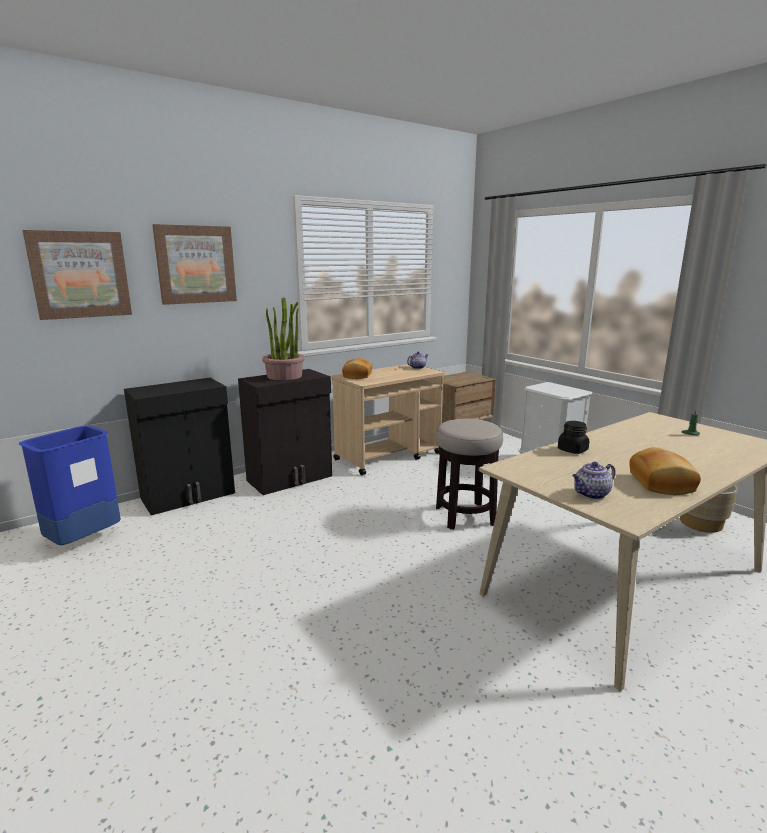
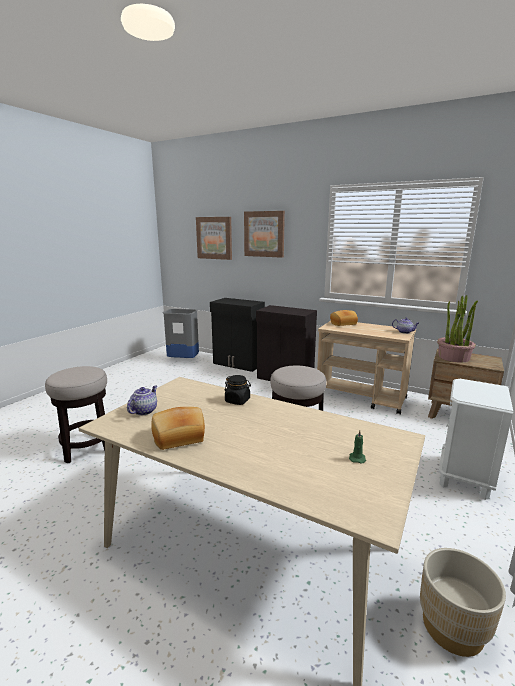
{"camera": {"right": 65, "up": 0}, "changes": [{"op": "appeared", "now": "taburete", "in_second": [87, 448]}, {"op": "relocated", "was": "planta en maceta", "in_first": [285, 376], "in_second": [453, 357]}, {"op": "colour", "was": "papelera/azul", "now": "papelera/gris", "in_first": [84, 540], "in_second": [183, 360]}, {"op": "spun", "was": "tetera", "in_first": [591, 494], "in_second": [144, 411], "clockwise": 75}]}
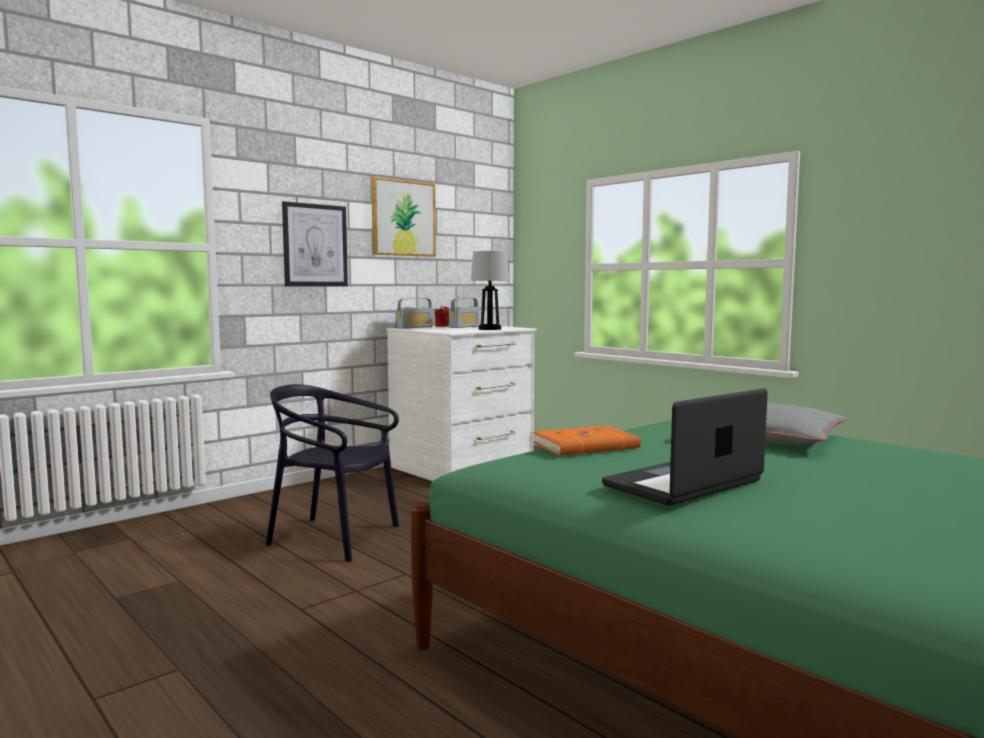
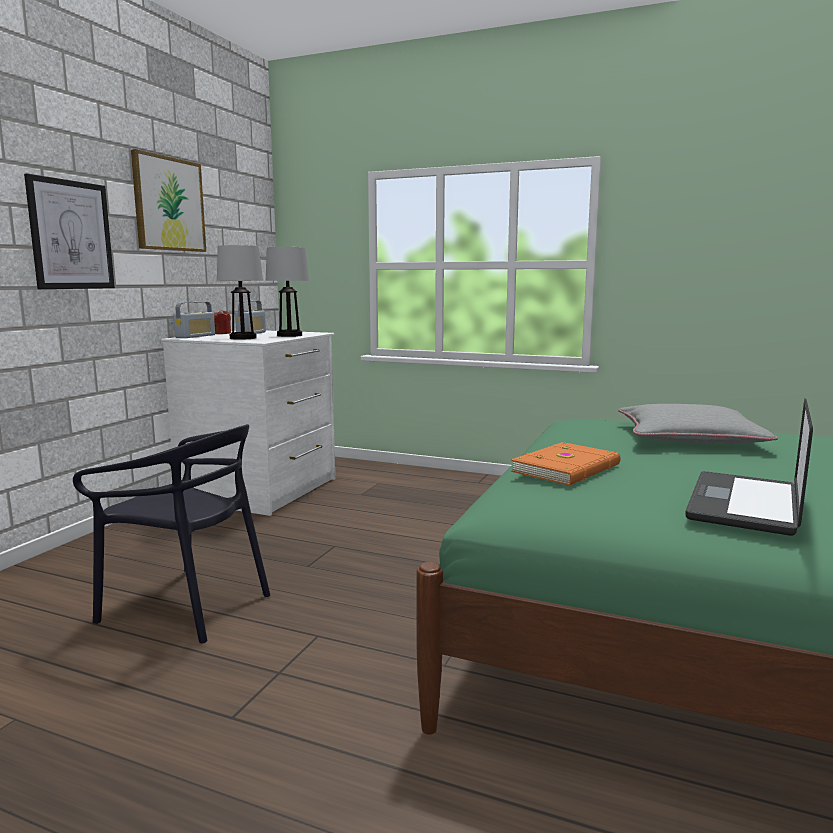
{"camera": {"right": -25, "up": 5}, "changes": [{"op": "appeared", "now": "lámpara de mesa", "in_second": [243, 338]}, {"op": "spun", "was": "silla/negro", "in_first": [334, 537], "in_second": [187, 605], "clockwise": -150}]}
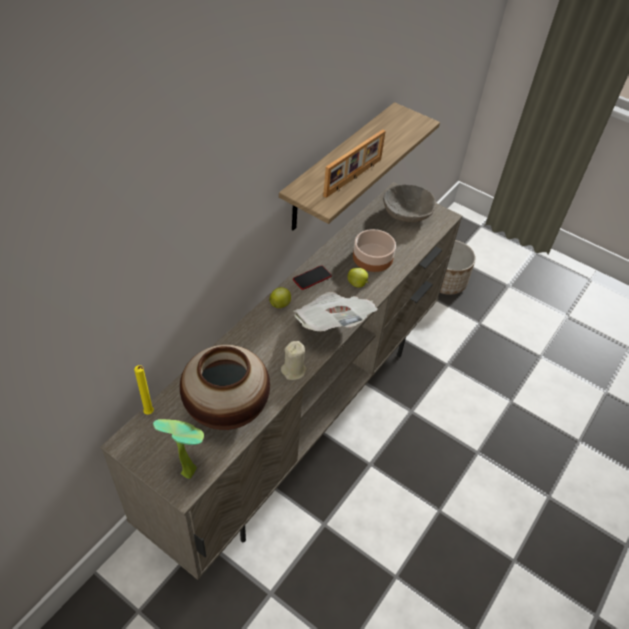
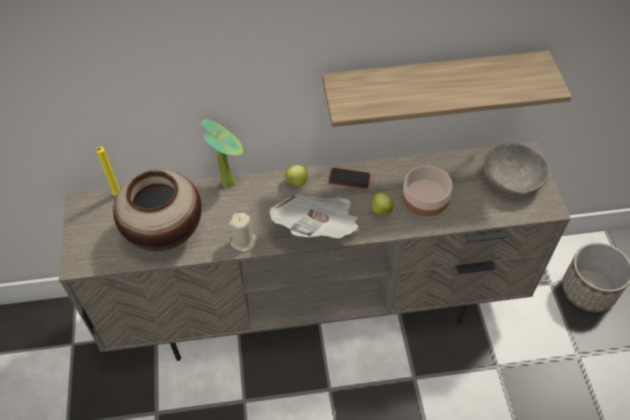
{"camera": {"right": 50, "up": 5}, "changes": [{"op": "missing", "was": "portarretratos", "in_first": [354, 178]}, {"op": "relocated", "was": "planta en maceta", "in_first": [188, 468], "in_second": [230, 180]}]}
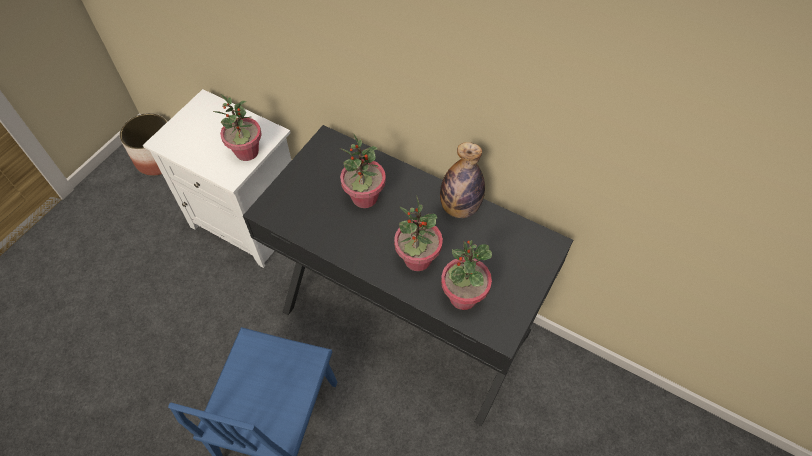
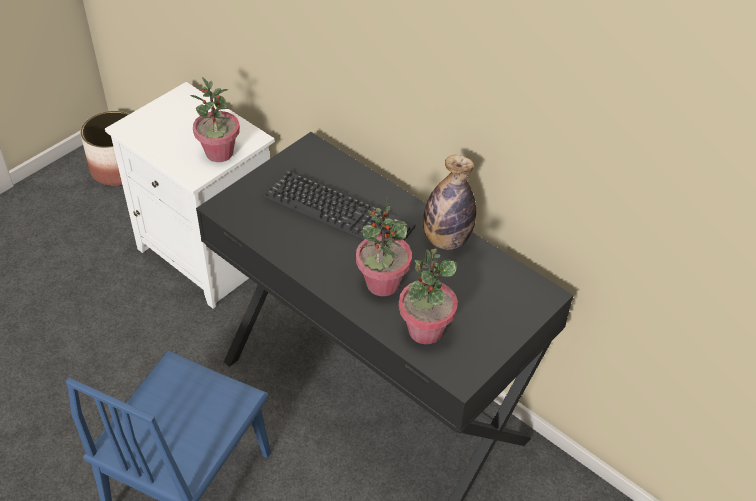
{"camera": {"right": 10, "up": -10}, "changes": [{"op": "exchanged", "was": "planta en maceta", "now": "teclado", "in_first": [364, 198], "in_second": [338, 212]}]}
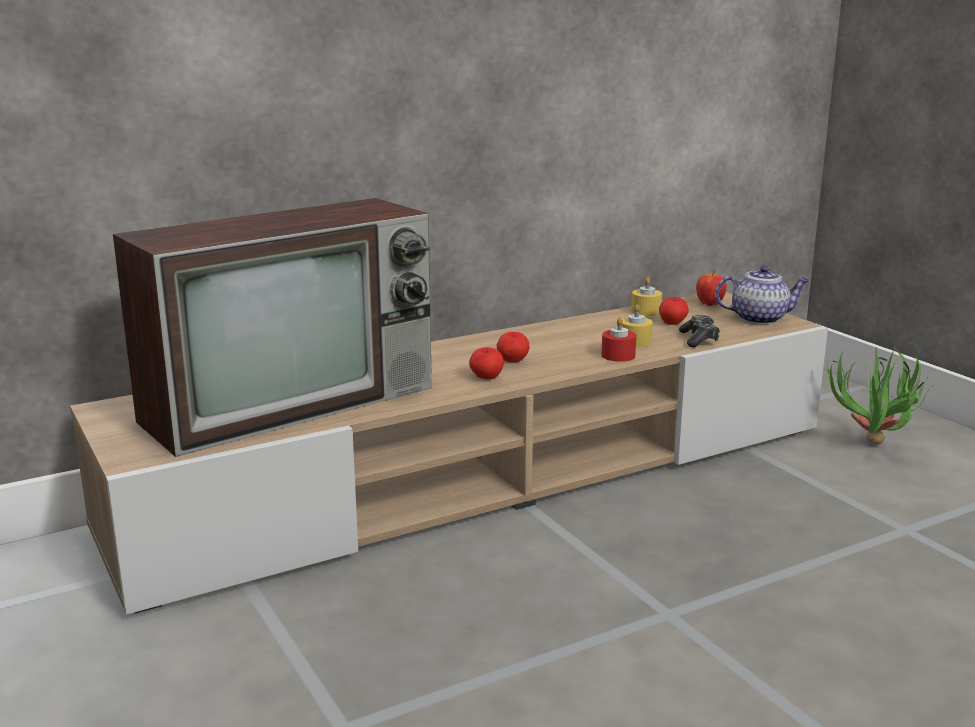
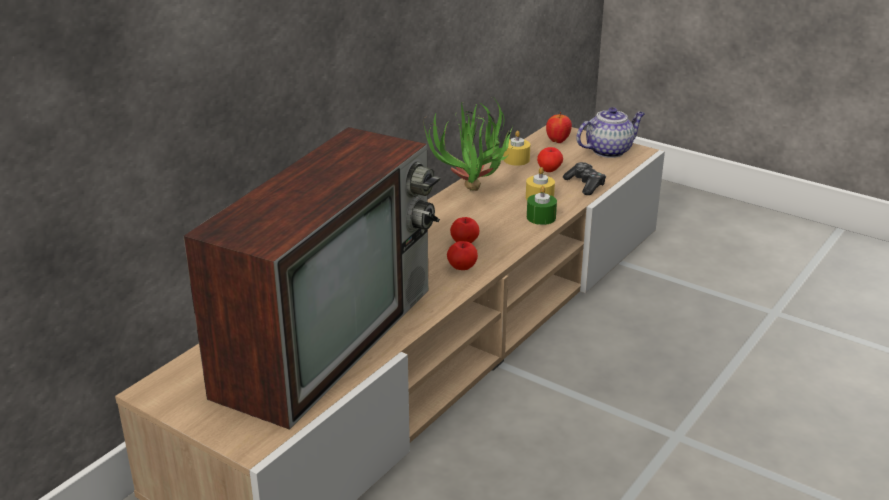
{"camera": {"right": -25, "up": 10}, "changes": [{"op": "relocated", "was": "planta en maceta", "in_first": [872, 449], "in_second": [472, 195]}, {"op": "colour", "was": "vela/rojo", "now": "vela/verde", "in_first": [618, 355], "in_second": [541, 217]}]}
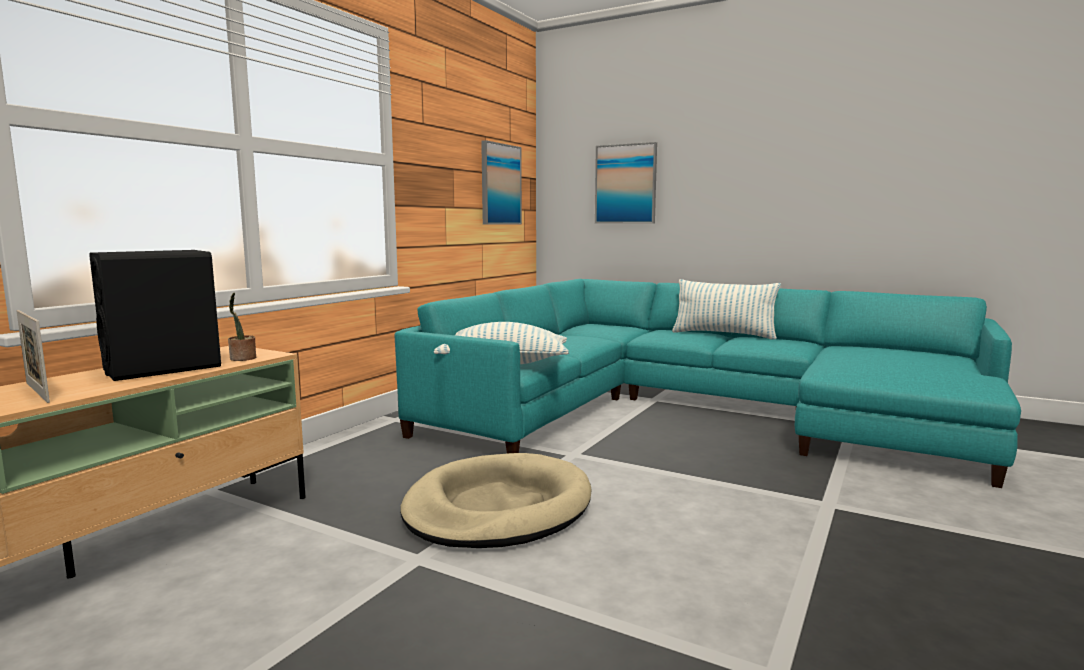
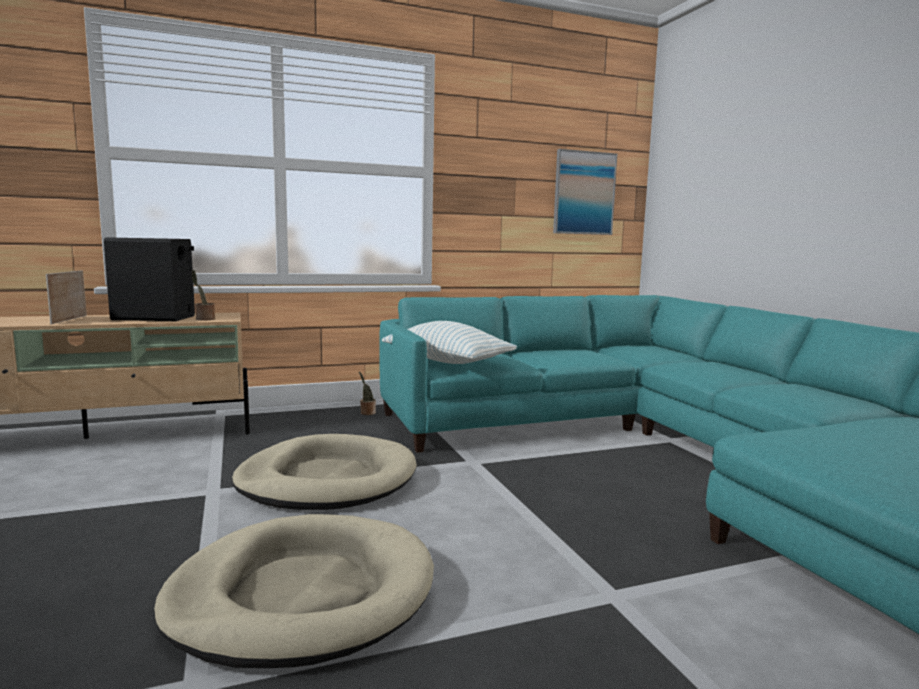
{"camera": {"right": 40, "up": 0}, "changes": [{"op": "missing", "was": "cuadro", "in_first": [626, 184]}, {"op": "missing", "was": "cojín", "in_first": [723, 335]}, {"op": "appeared", "now": "cama para perro/beis", "in_second": [302, 595]}, {"op": "appeared", "now": "planta en maceta", "in_second": [367, 412]}]}
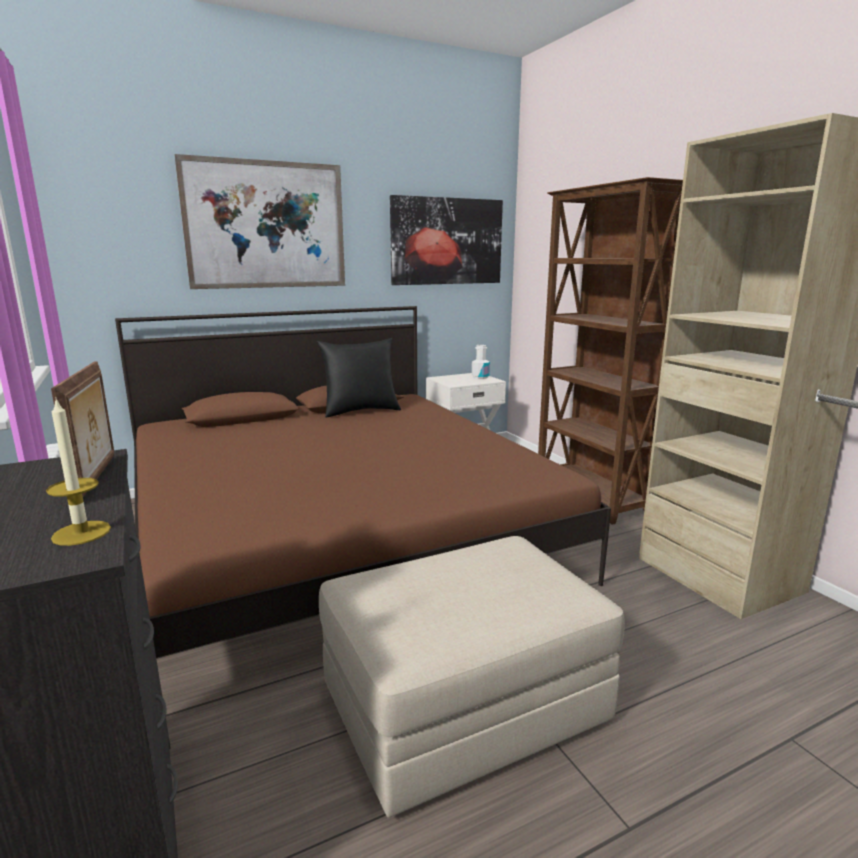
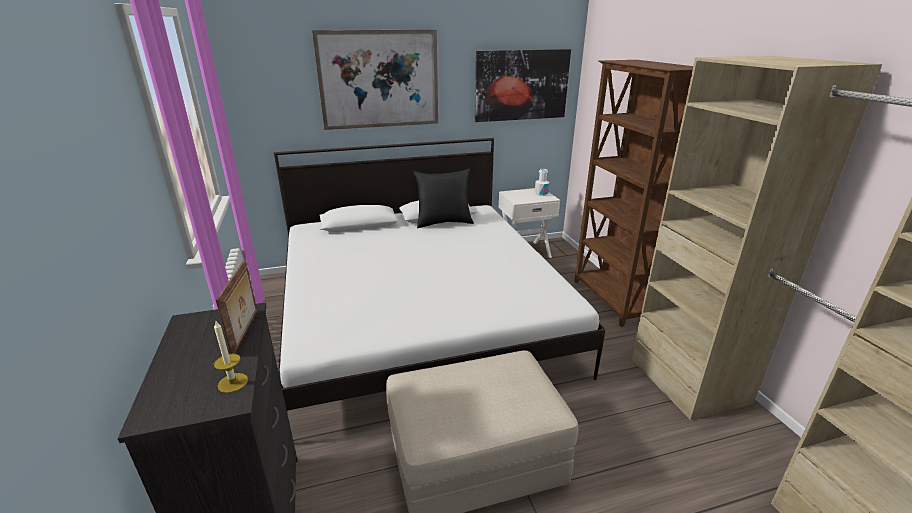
{"camera": {"right": 10, "up": 10}, "changes": [{"op": "colour", "was": "cama/marrón", "now": "cama/blanco", "in_first": [338, 535], "in_second": [420, 316]}]}
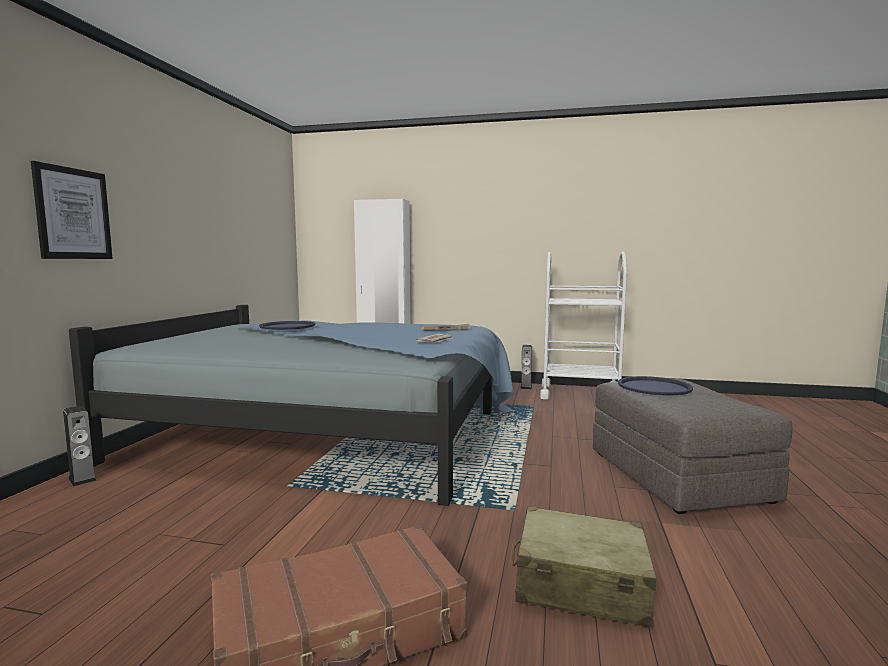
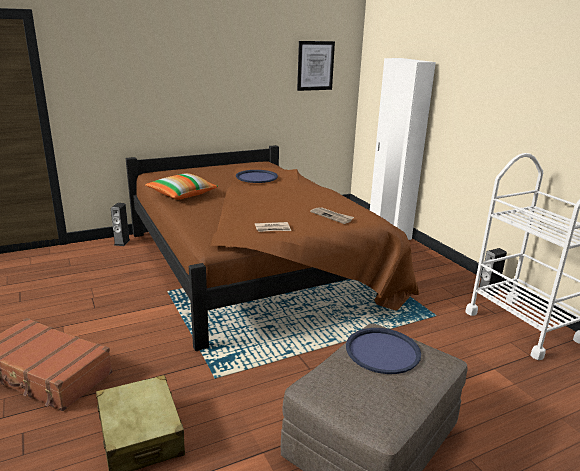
{"camera": {"right": 50, "up": 15}, "changes": [{"op": "appeared", "now": "cojín", "in_second": [182, 195]}, {"op": "relocated", "was": "cuadro", "in_first": [73, 214], "in_second": [315, 65]}, {"op": "colour", "was": "cama/azul", "now": "cama/marrón", "in_first": [332, 432], "in_second": [256, 266]}]}
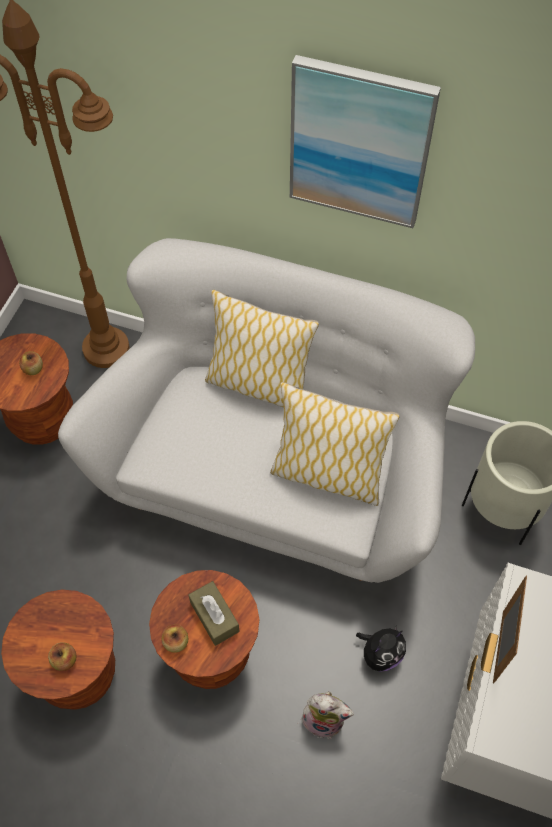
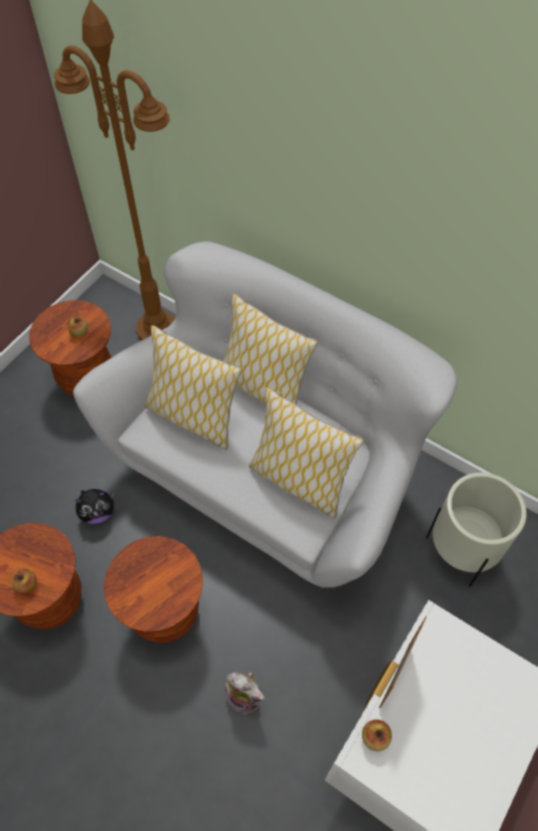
{"camera": {"right": 15, "up": 0}, "changes": [{"op": "missing", "was": "caja de pañuelos/marrón", "in_first": [214, 617]}, {"op": "missing", "was": "cuadro", "in_first": [360, 143]}, {"op": "appeared", "now": "cojín", "in_second": [193, 416]}, {"op": "relocated", "was": "manzana", "in_first": [176, 642], "in_second": [375, 737]}, {"op": "relocated", "was": "peluche", "in_first": [380, 654], "in_second": [98, 512]}]}
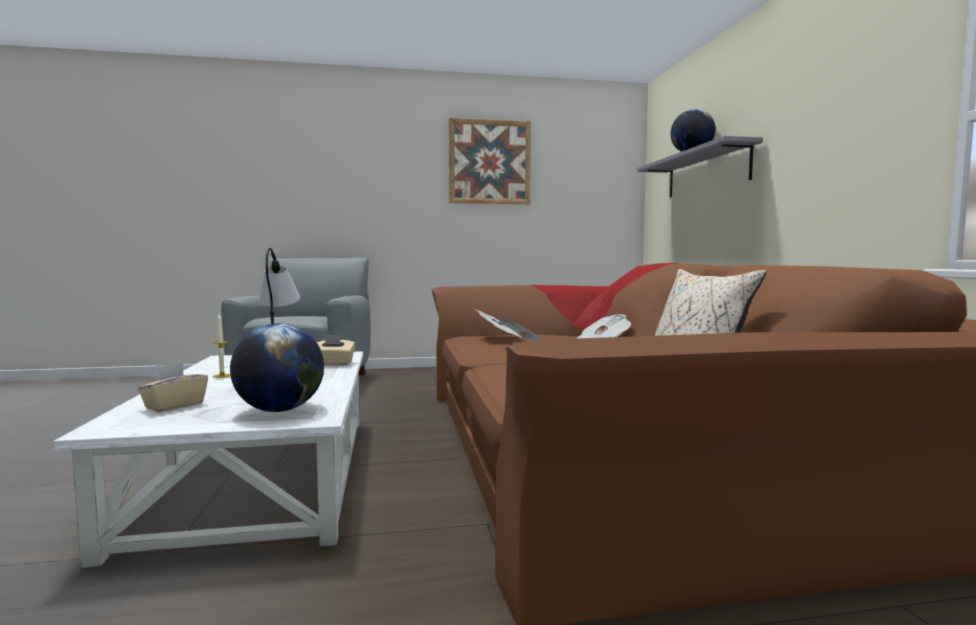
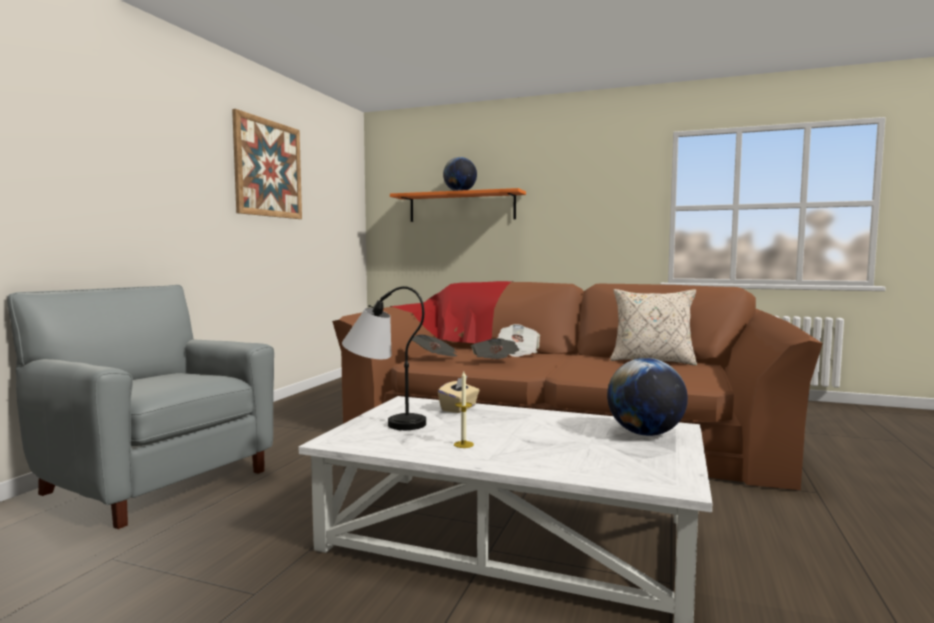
{"camera": {"right": -60, "up": 0}, "changes": [{"op": "missing", "was": "caja de pañuelos/beis", "in_first": [174, 406]}, {"op": "colour", "was": "estante/gris", "now": "estante/naranja", "in_first": [706, 172], "in_second": [461, 207]}]}
